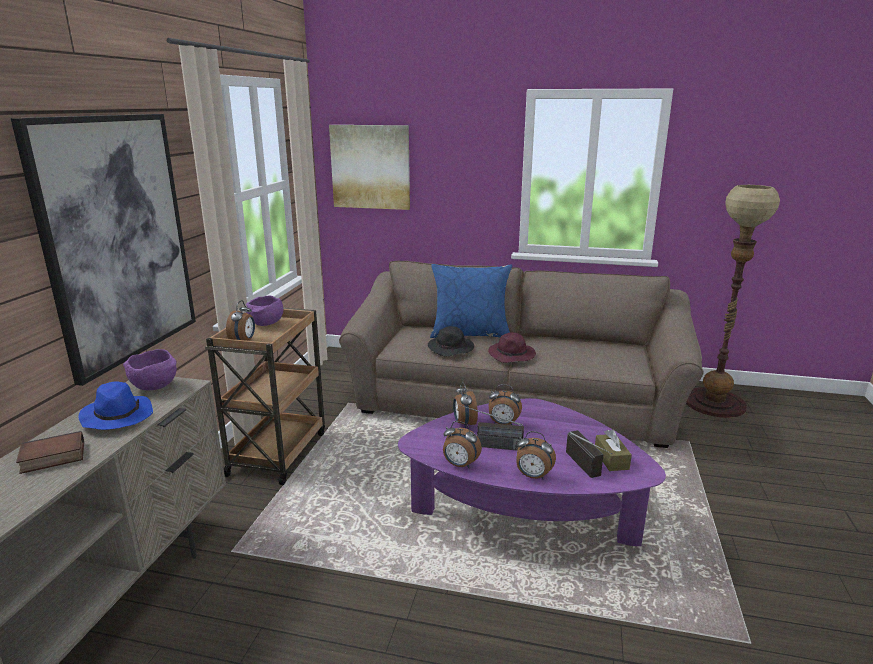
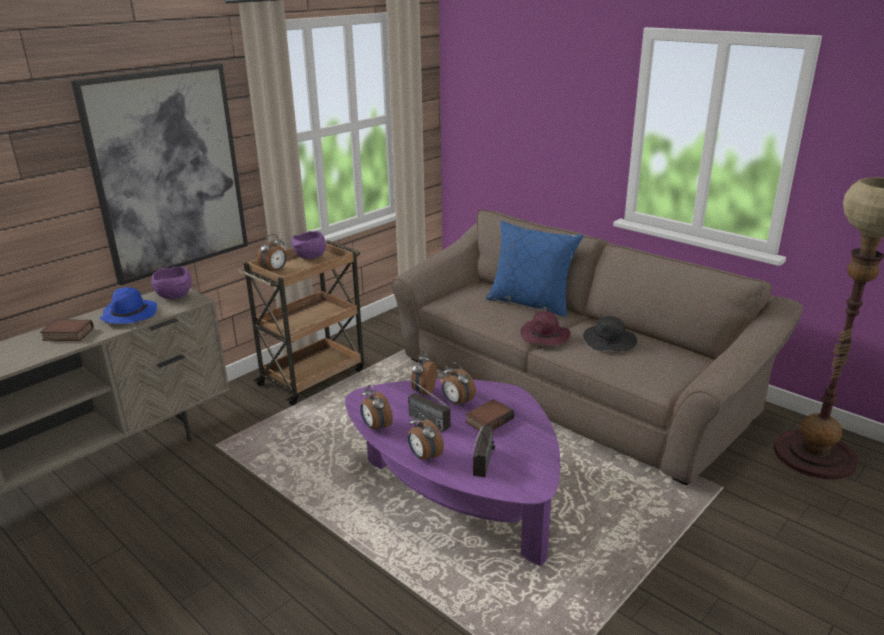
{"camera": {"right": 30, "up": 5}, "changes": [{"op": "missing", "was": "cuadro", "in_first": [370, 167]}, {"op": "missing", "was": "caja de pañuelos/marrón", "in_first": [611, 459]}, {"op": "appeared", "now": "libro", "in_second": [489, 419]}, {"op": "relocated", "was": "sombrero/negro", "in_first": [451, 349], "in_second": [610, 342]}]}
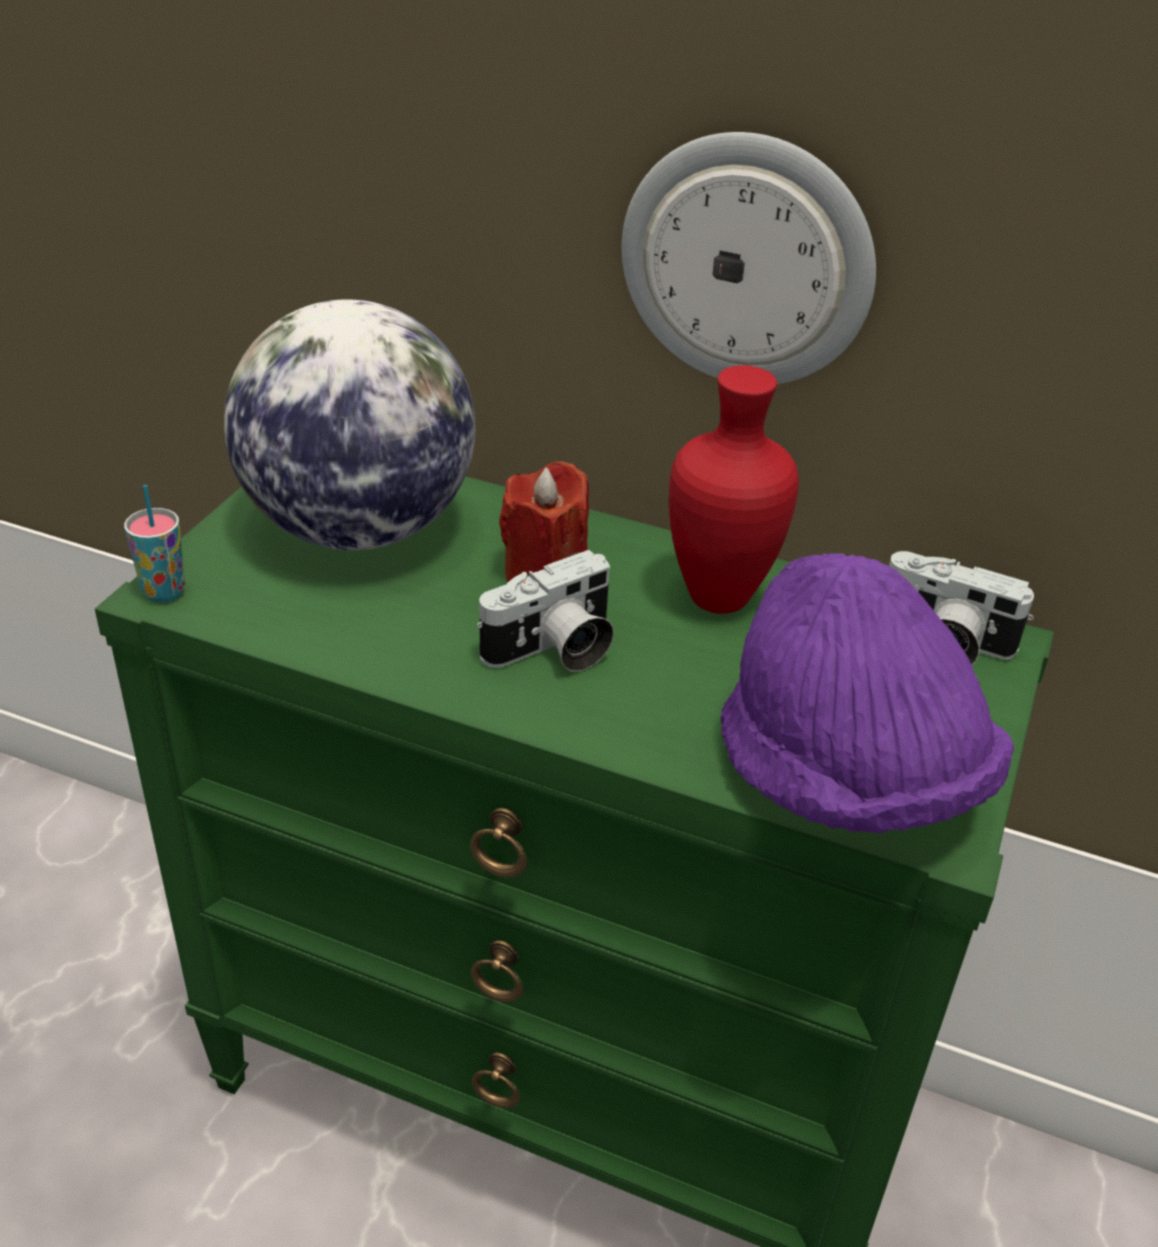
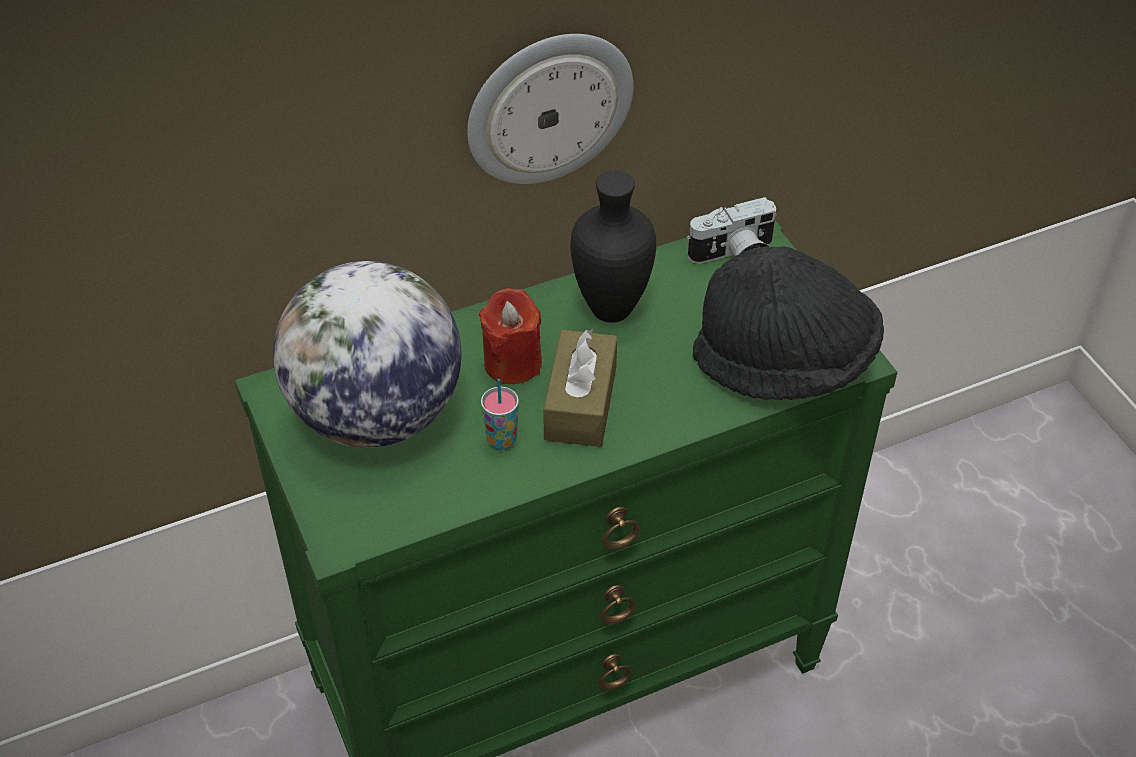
{"camera": {"right": -45, "up": 10}, "changes": [{"op": "relocated", "was": "taza", "in_first": [164, 592], "in_second": [501, 440]}, {"op": "exchanged", "was": "cámara", "now": "caja de pañuelos/marrón", "in_first": [554, 650], "in_second": [580, 403]}, {"op": "colour", "was": "florero/rojo", "now": "florero/negro", "in_first": [720, 596], "in_second": [610, 308]}, {"op": "colour", "was": "sombrero/morado", "now": "sombrero/negro", "in_first": [847, 778], "in_second": [784, 362]}]}
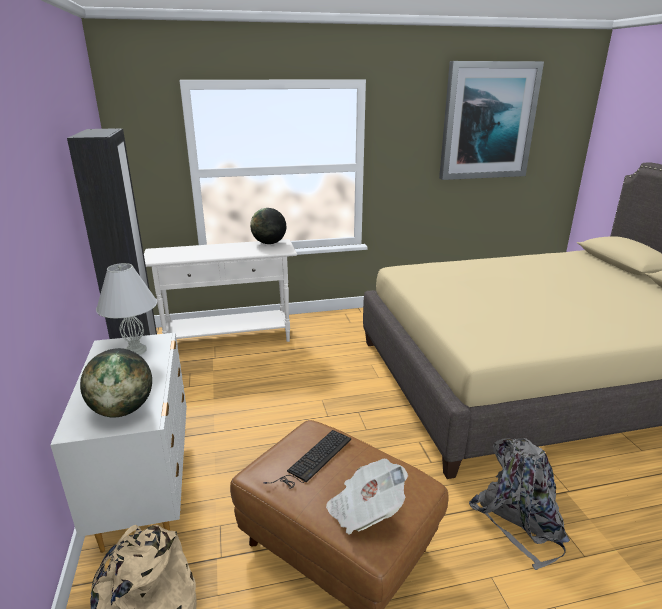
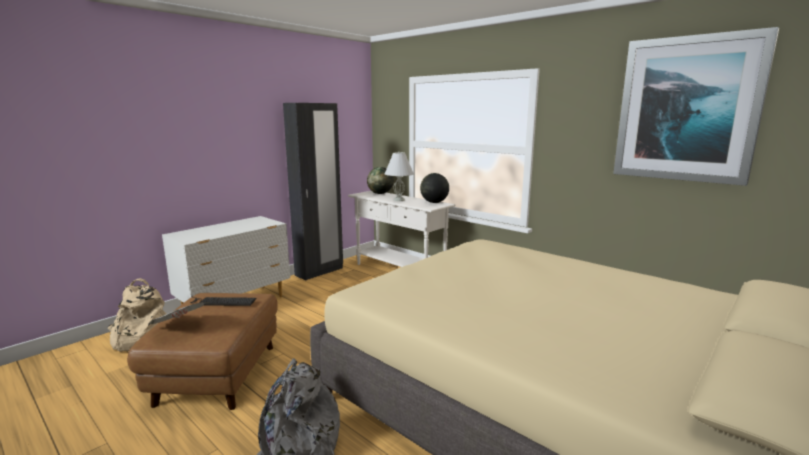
{"camera": {"right": 55, "up": -10}, "changes": [{"op": "relocated", "was": "globo terráqueo", "in_first": [122, 410], "in_second": [380, 193]}, {"op": "relocated", "was": "lámpara de mesa/blanco", "in_first": [135, 351], "in_second": [399, 200]}]}
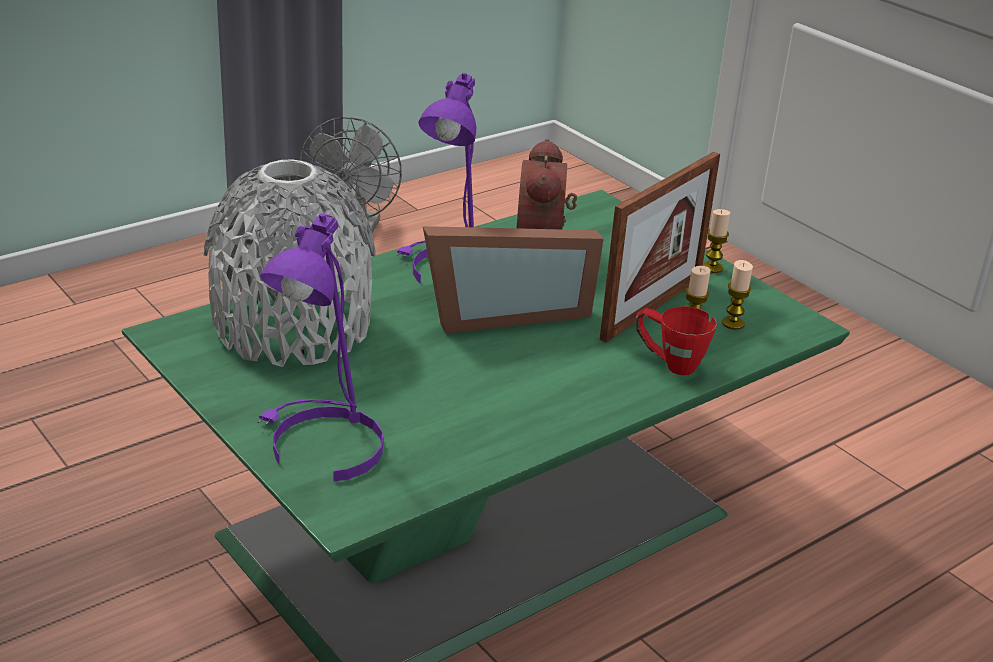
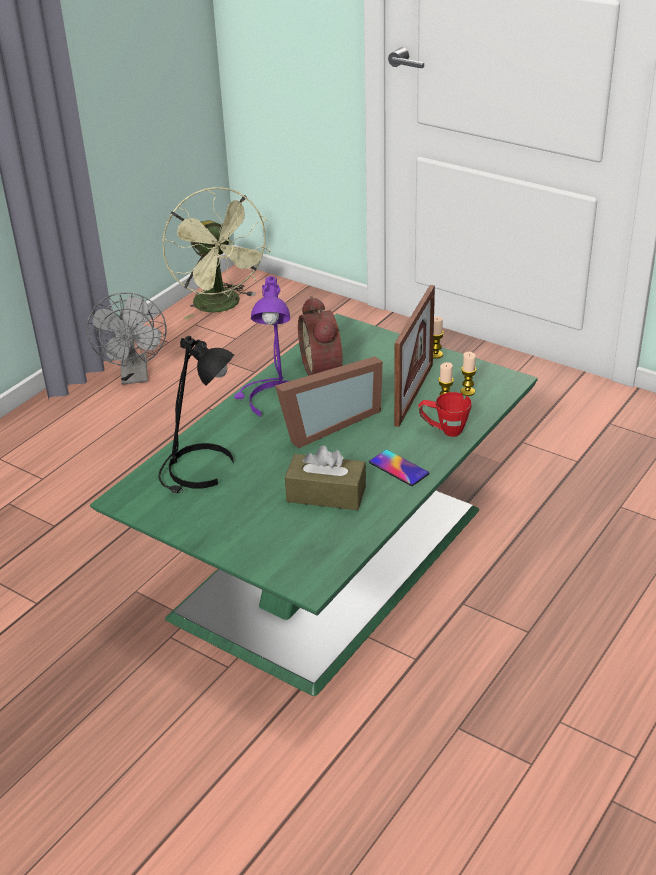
{"camera": {"right": -15, "up": 5}, "changes": [{"op": "missing", "was": "lámpara de mesa/morado", "in_first": [320, 446]}, {"op": "appeared", "now": "ventilador/verde", "in_second": [222, 306]}, {"op": "appeared", "now": "caja de pañuelos/marrón", "in_second": [326, 494]}, {"op": "appeared", "now": "móvil", "in_second": [398, 468]}, {"op": "exchanged", "was": "florero/gris", "now": "lámpara de mesa/negro", "in_first": [292, 327], "in_second": [200, 471]}]}
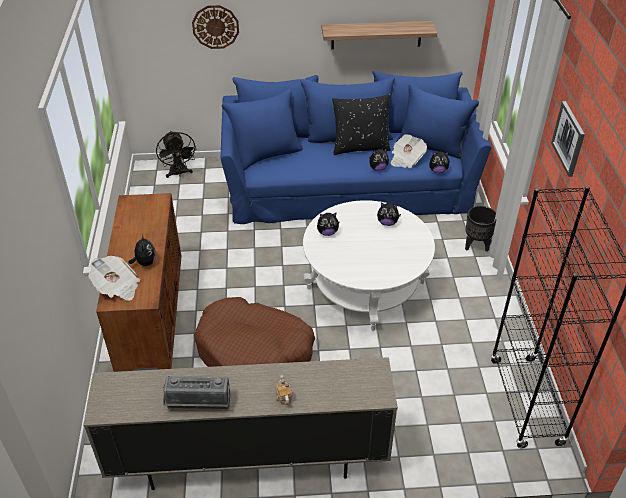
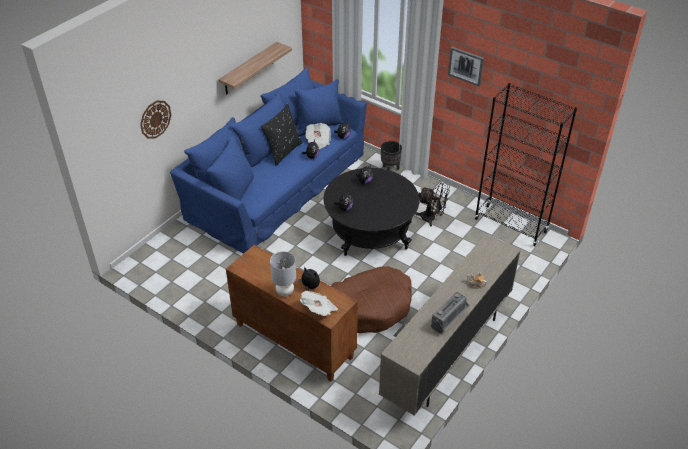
{"camera": {"right": -50, "up": 0}, "changes": [{"op": "appeared", "now": "lámpara de mesa/gris", "in_second": [284, 292]}, {"op": "relocated", "was": "ventilador/negro", "in_first": [179, 173], "in_second": [432, 218]}, {"op": "colour", "was": "mesa de centro/blanco", "now": "mesa de centro/negro", "in_first": [365, 285], "in_second": [370, 230]}]}
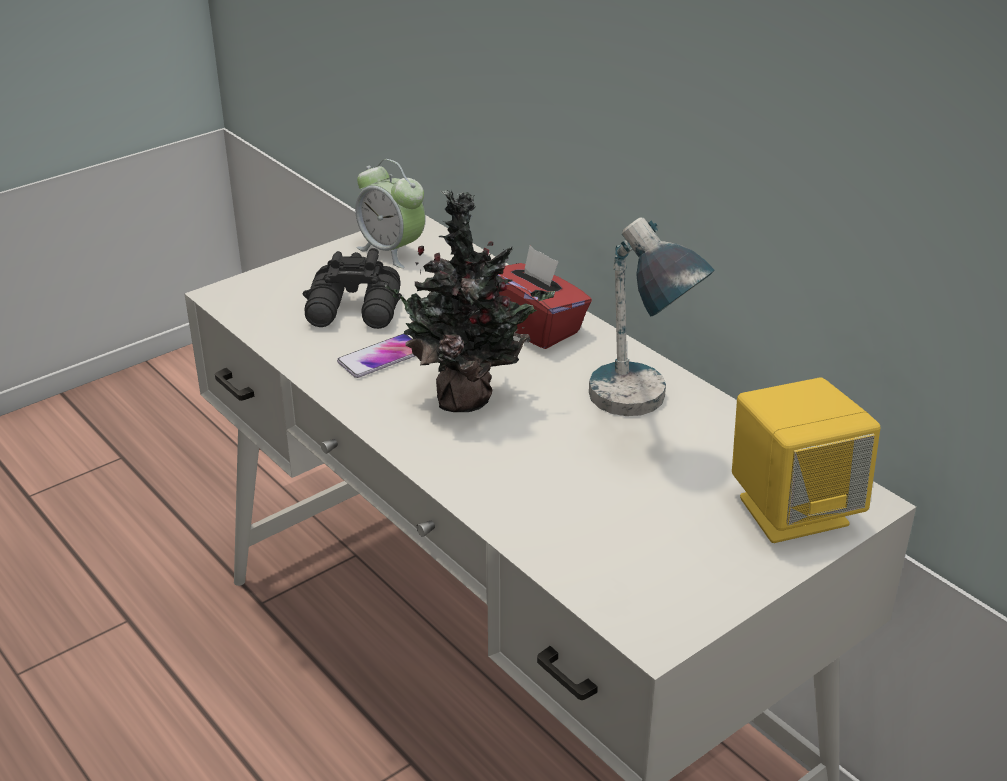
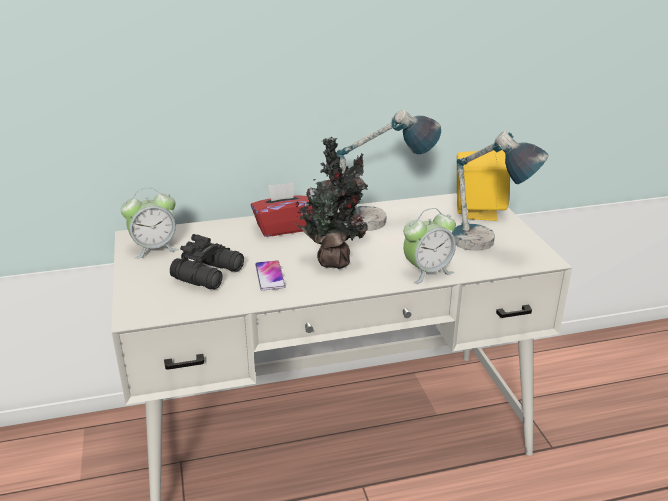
{"camera": {"right": -65, "up": -5}, "changes": [{"op": "appeared", "now": "despertador", "in_second": [427, 272]}, {"op": "appeared", "now": "lámpara de mesa", "in_second": [486, 248]}]}
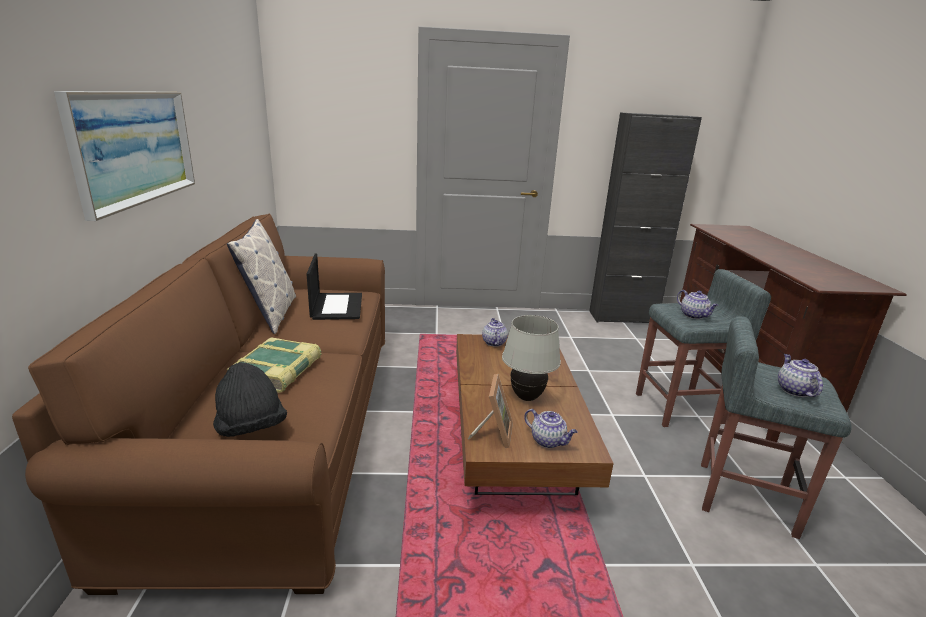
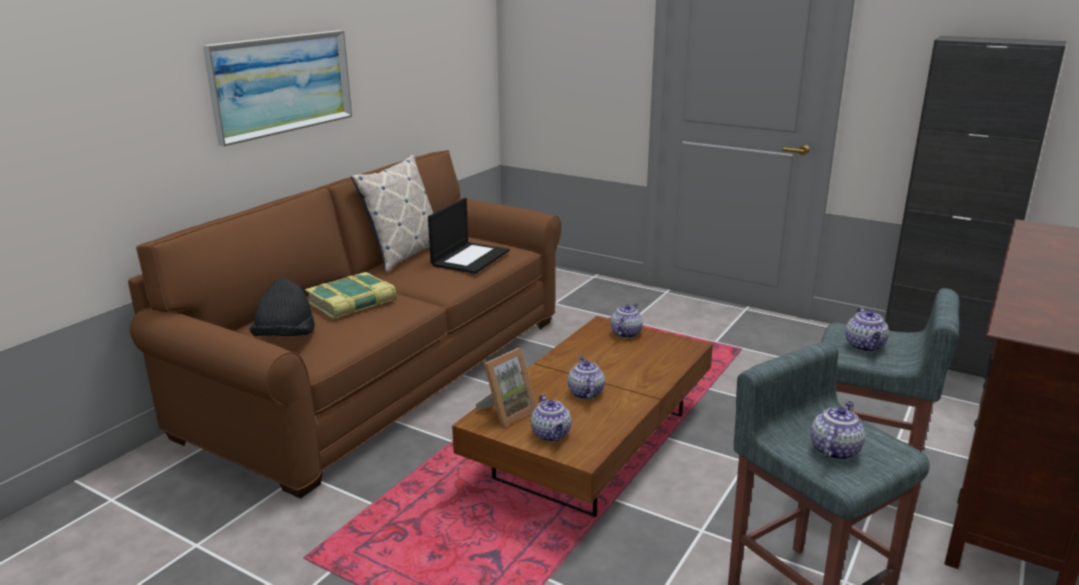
{"camera": {"right": 35, "up": 0}, "changes": [{"op": "exchanged", "was": "lámpara de mesa/blanco", "now": "tetera", "in_first": [526, 397], "in_second": [585, 393]}]}
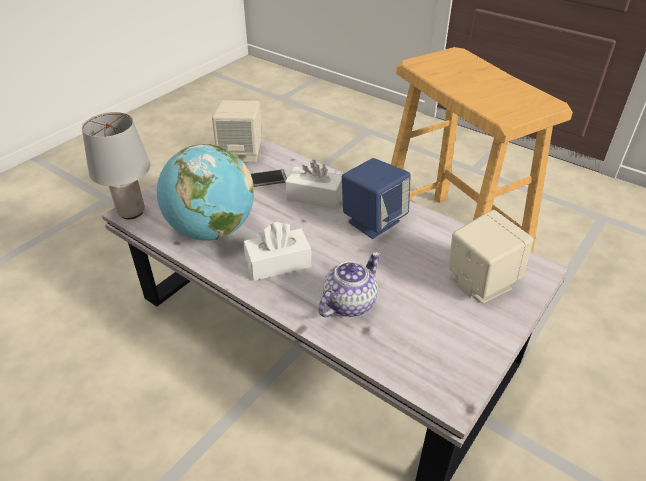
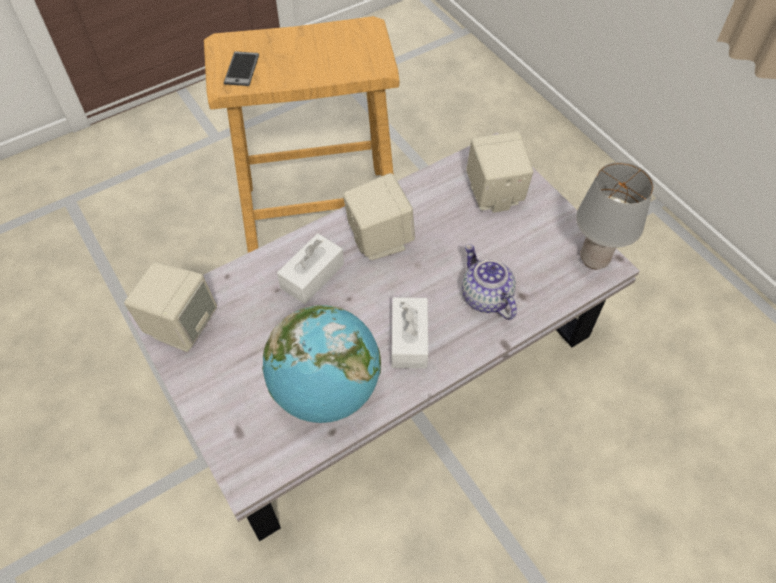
{"camera": {"right": -70, "up": 15}, "changes": [{"op": "relocated", "was": "lámpara de mesa/gris", "in_first": [132, 212], "in_second": [593, 258]}, {"op": "relocated", "was": "móvil", "in_first": [265, 179], "in_second": [242, 69]}, {"op": "colour", "was": "altavoz/azul", "now": "altavoz/beis", "in_first": [373, 221], "in_second": [378, 239]}]}
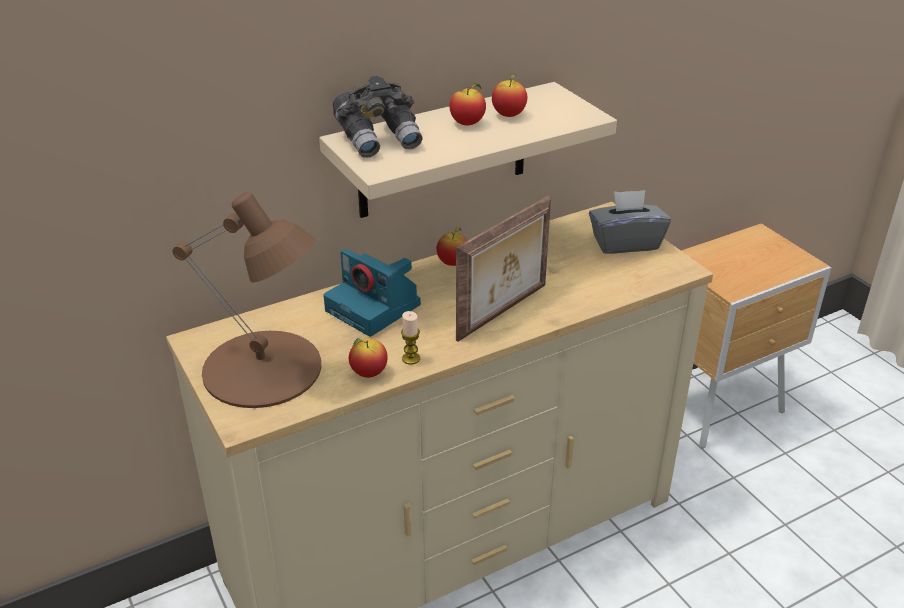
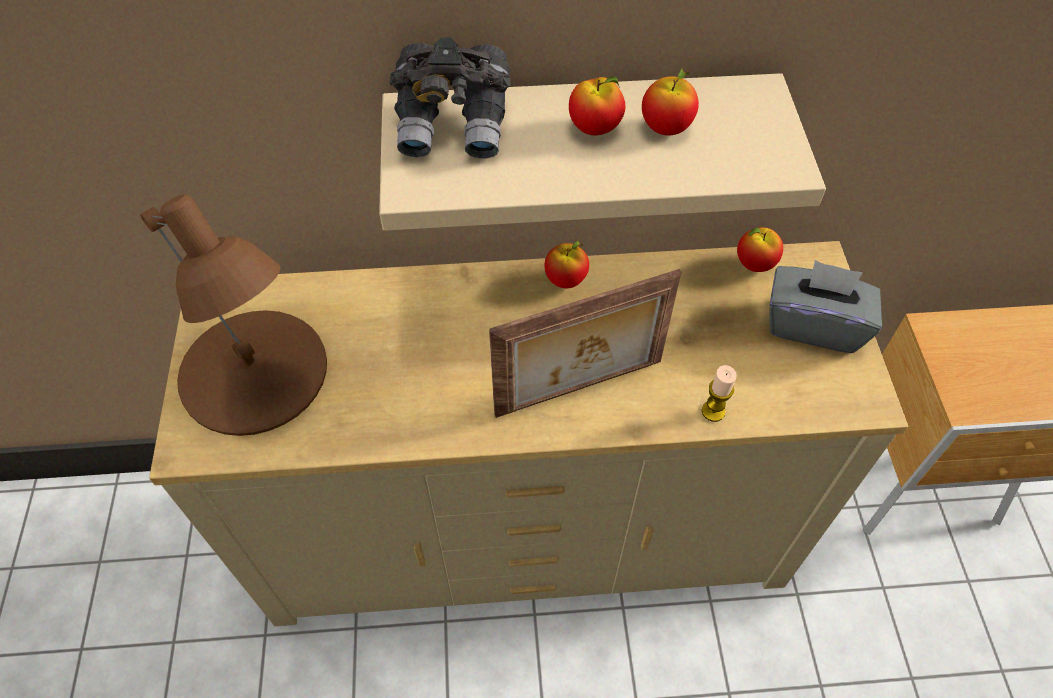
{"camera": {"right": 25, "up": 20}, "changes": [{"op": "missing", "was": "cámara", "in_first": [375, 308]}, {"op": "relocated", "was": "manzana", "in_first": [369, 373], "in_second": [754, 264]}, {"op": "relocated", "was": "vela", "in_first": [411, 358], "in_second": [713, 411]}]}
